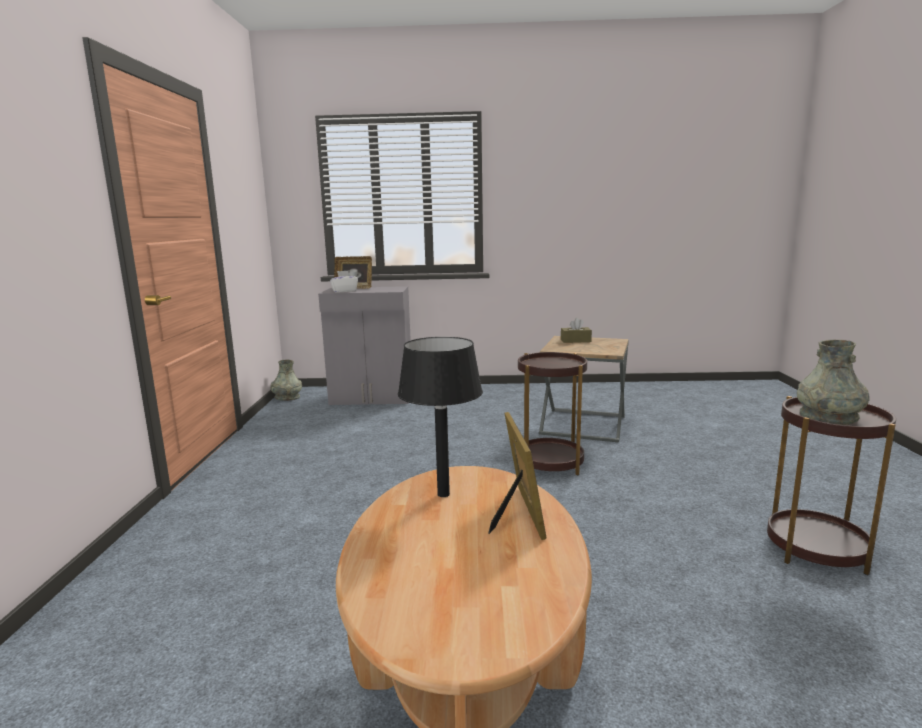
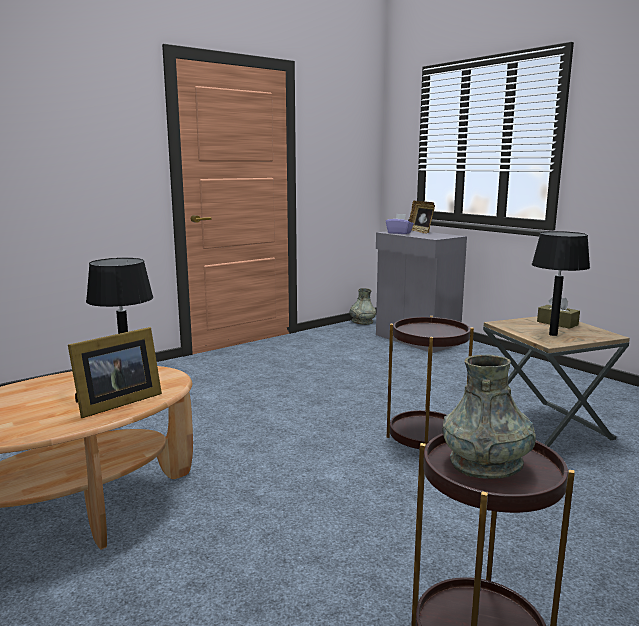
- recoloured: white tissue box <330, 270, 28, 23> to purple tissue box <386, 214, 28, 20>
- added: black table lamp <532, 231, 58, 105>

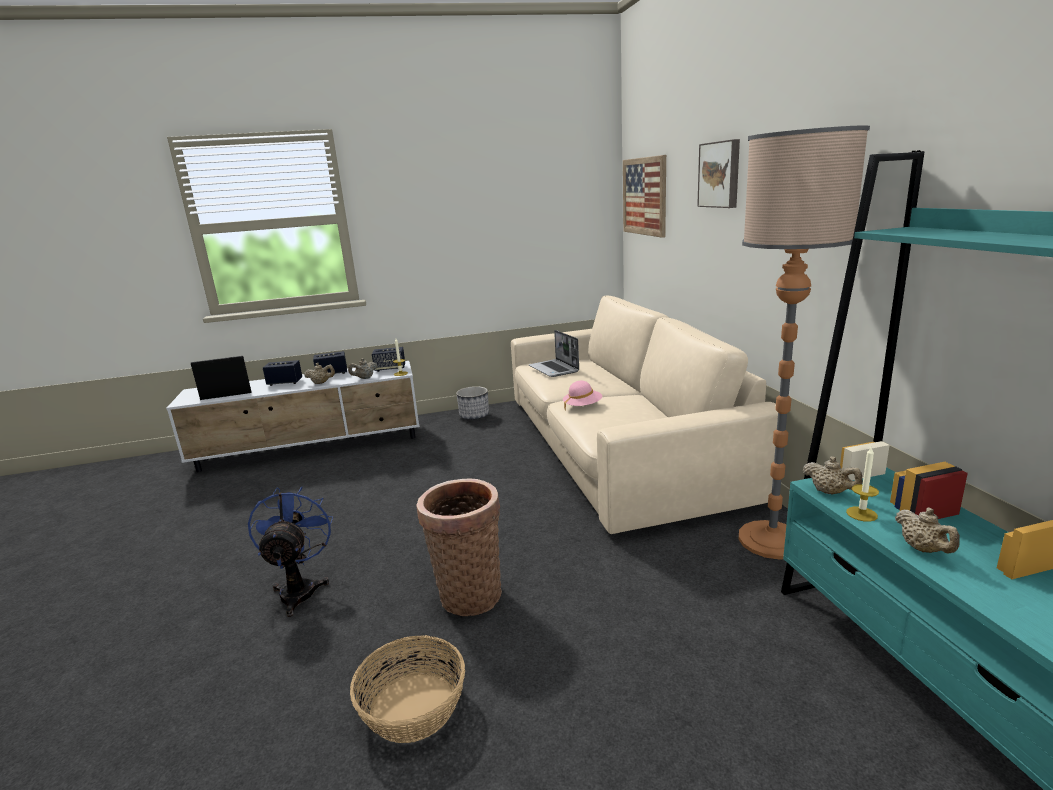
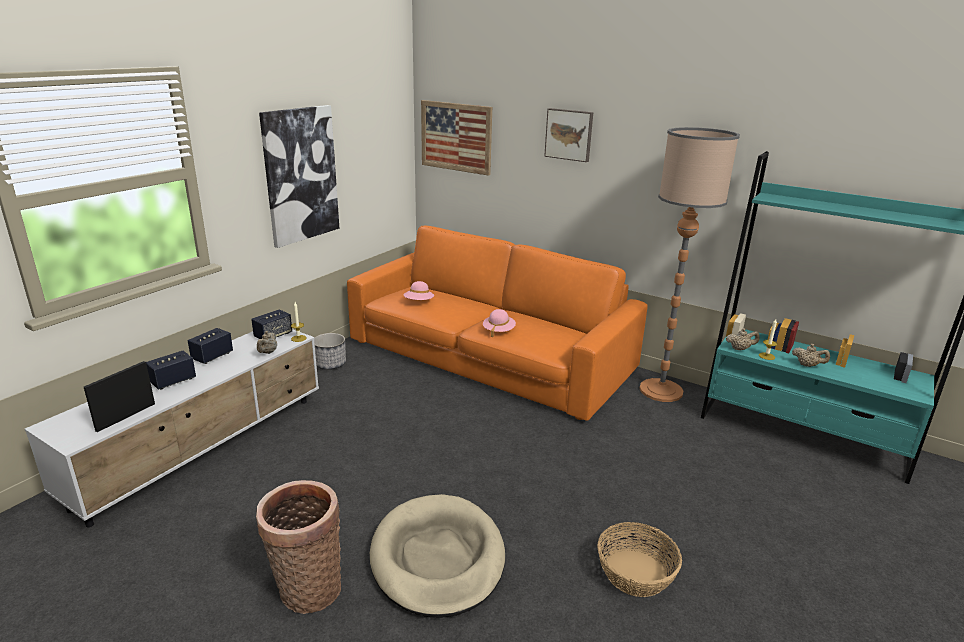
- replaced: blue fan <248, 486, 85, 131> to beige dog bed <370, 494, 135, 124>
- removed: beige teapot <304, 363, 31, 21>
- moved: basket <416, 478, 86, 138> to <256, 480, 85, 134>
- recoloured: beige sofa <511, 295, 267, 239> to orange sofa <347, 225, 301, 196>
- replaced: laptop <529, 330, 50, 47> to pink hat <403, 281, 31, 19>
- added: picture <259, 105, 80, 143>

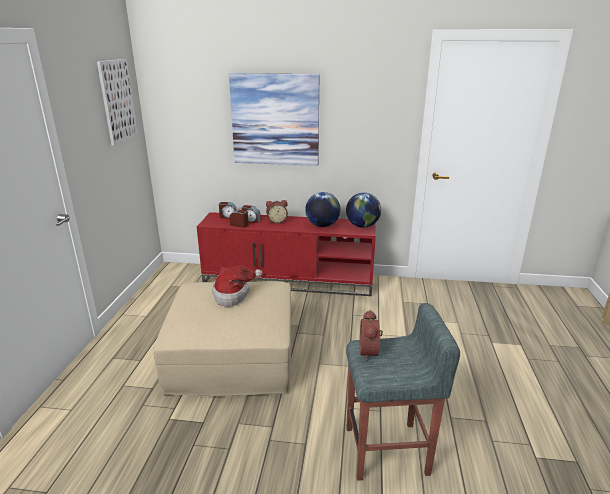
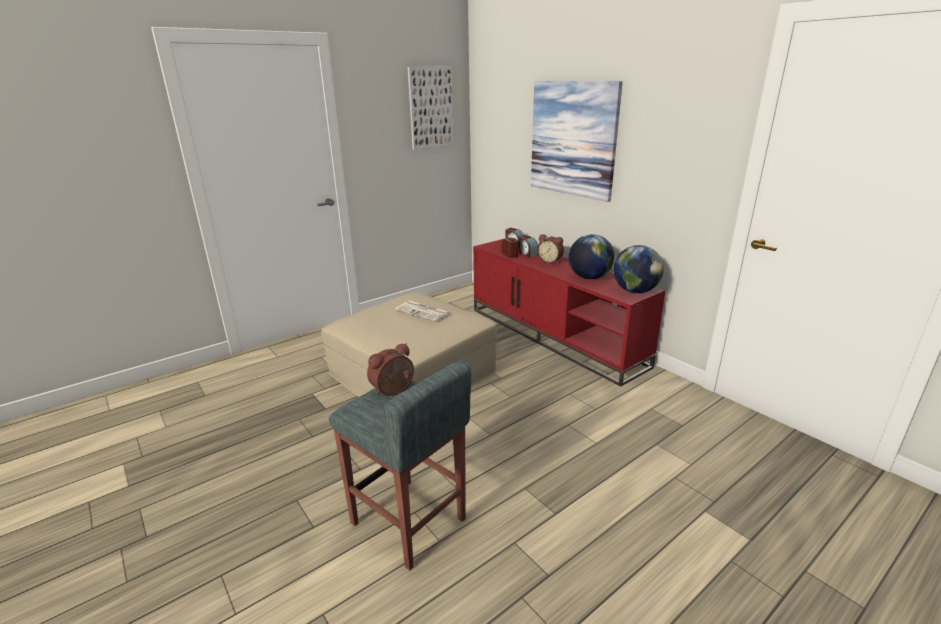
- replaced: hat <212, 265, 51, 42> to newspaper <396, 301, 54, 21>

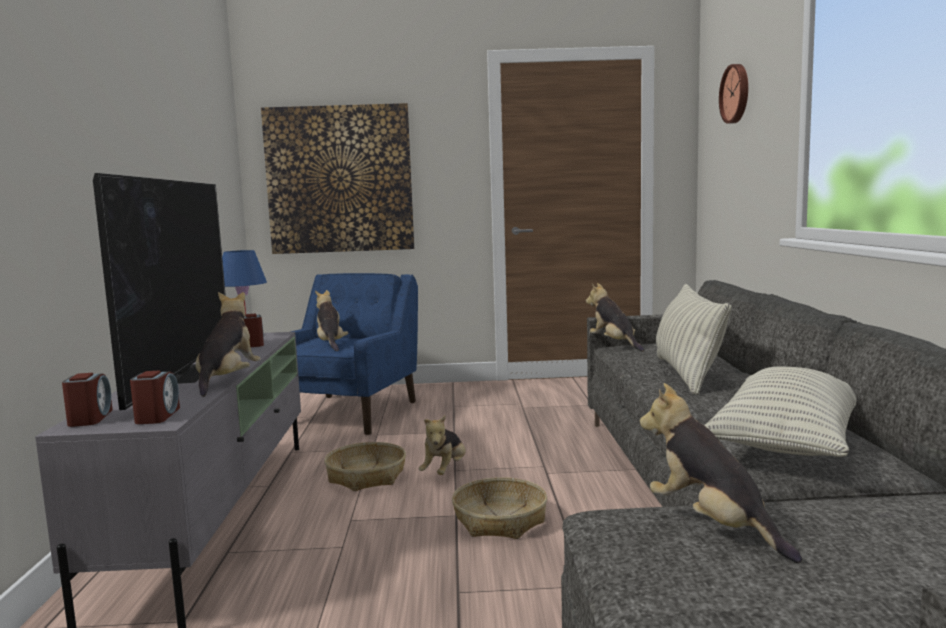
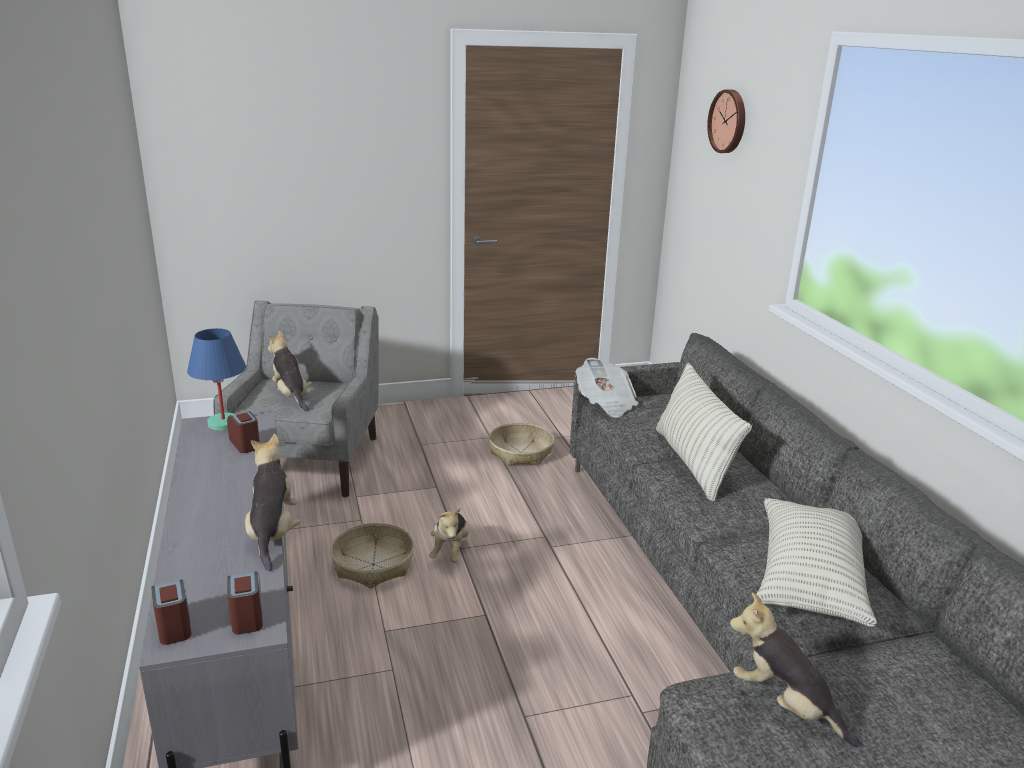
- removed: television <93, 173, 133, 237>
- removed: picture <261, 103, 153, 151>
- recoloured: blue armchair <291, 273, 127, 162> to grey armchair <213, 301, 166, 196>
- moved: basket <452, 477, 95, 62> to <489, 423, 65, 43>
- replaced: plush toy <586, 283, 58, 69> to newspaper <576, 358, 62, 60>

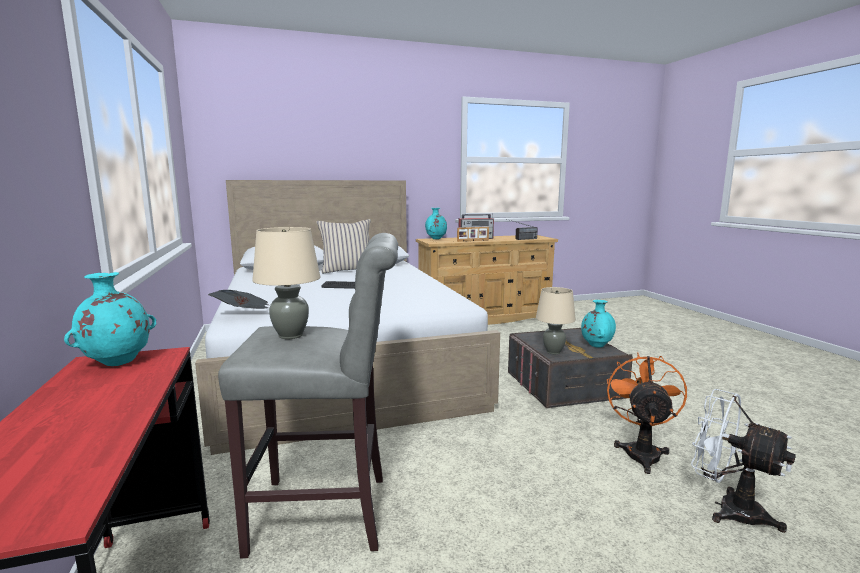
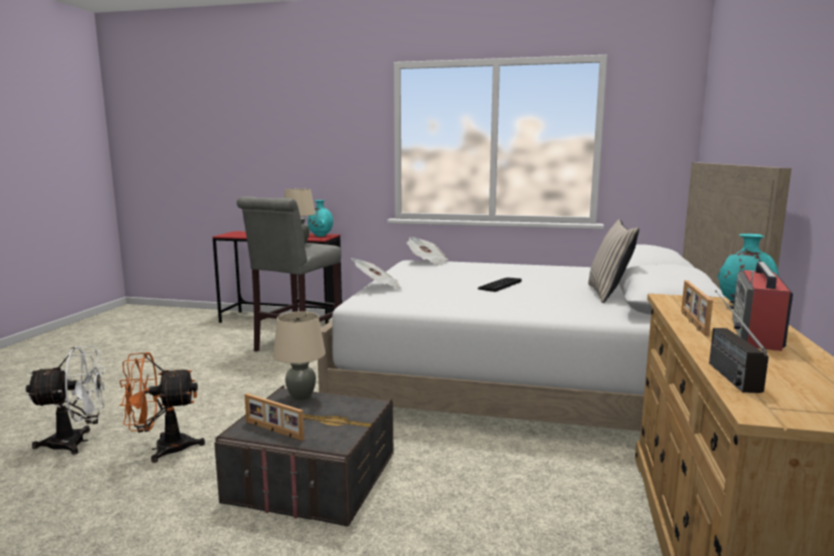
- replaced: turquoise vase <581, 300, 35, 48> to picture frame <244, 393, 60, 48>
- turned: orange fan <607, 352, 80, 122> = <120, 352, 85, 111> 120 degrees clockwise
- added: newspaper <351, 258, 52, 32>

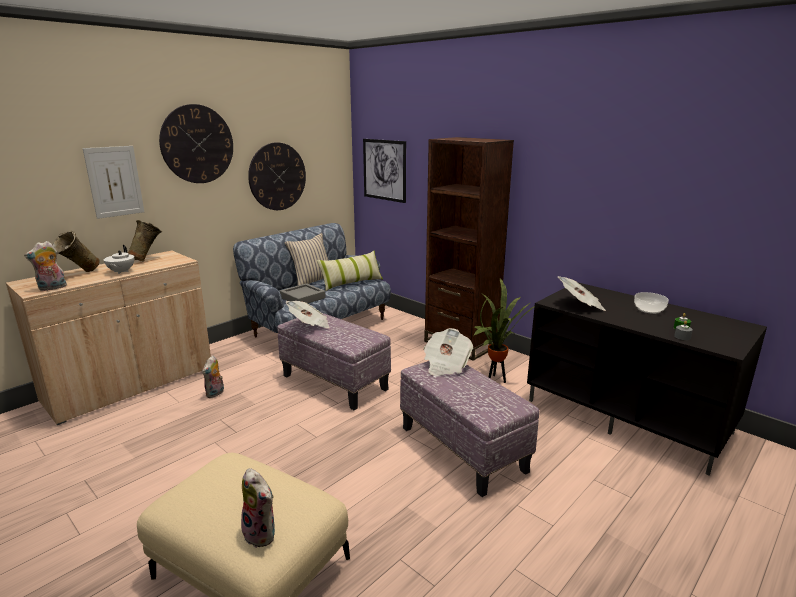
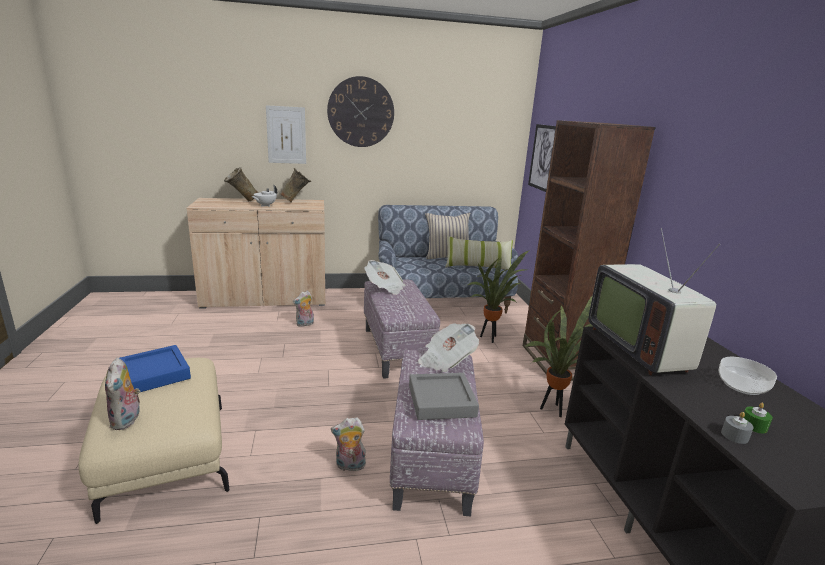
- moved: plush toy <24, 241, 43, 50> to <331, 417, 36, 54>
- removed: wall clock <248, 142, 58, 68>
- moved: grey tray <280, 283, 46, 20> to <409, 373, 70, 47>
- replaced: newspaper <557, 276, 49, 35> to television <588, 228, 132, 148>
- added: blue tray <119, 345, 72, 47>
- added: potted plant <468, 250, 62, 93>

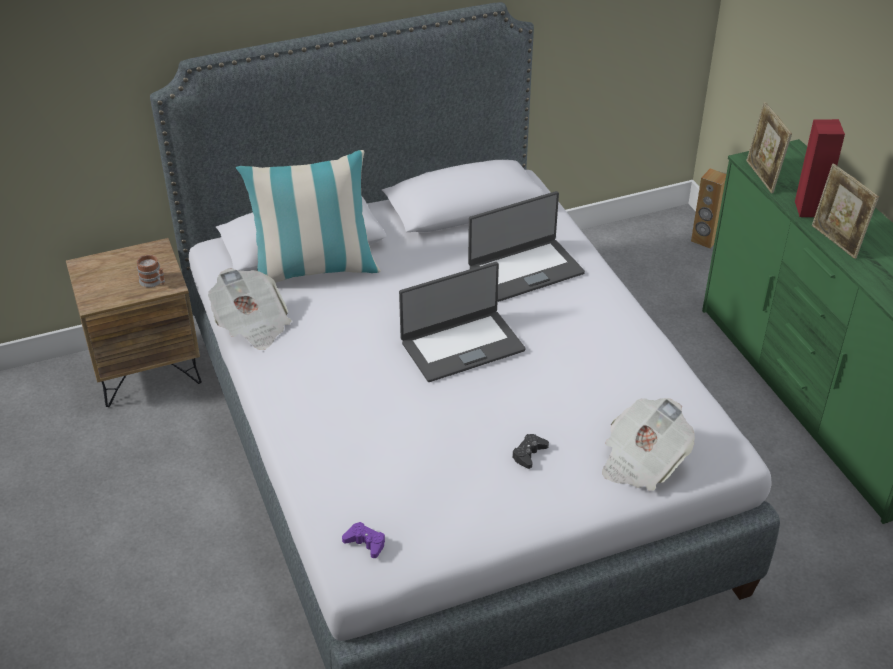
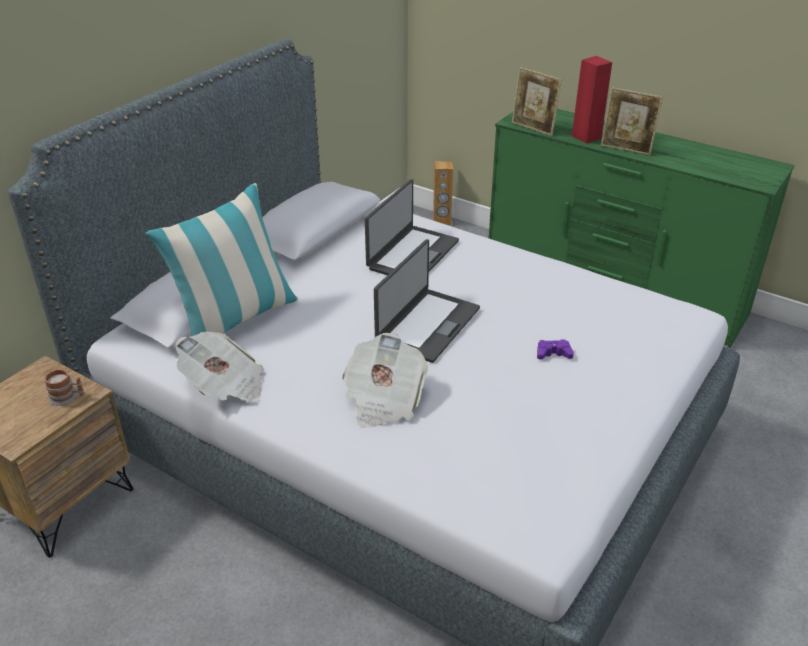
- moved: purple game controller <342, 522, 43, 36> to <537, 339, 37, 21>
- removed: black game controller <512, 434, 37, 35>
- moved: newspaper <602, 398, 93, 93> to <342, 333, 86, 95>

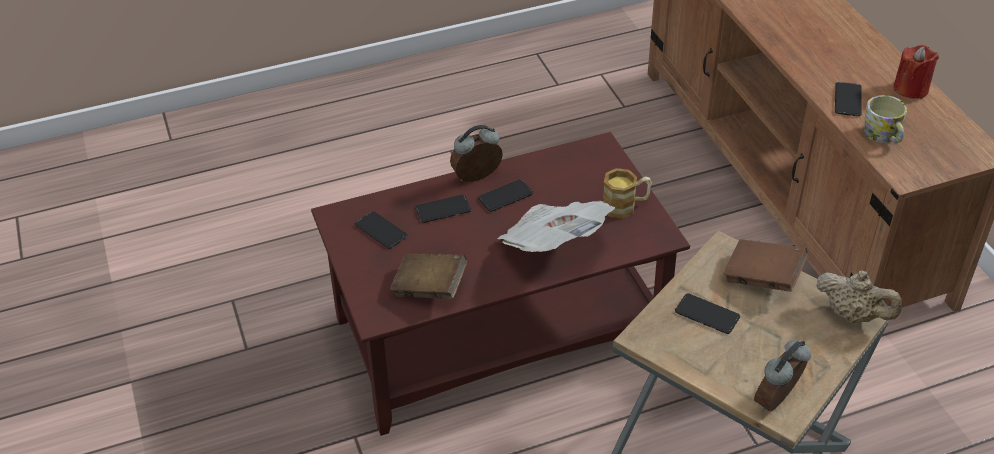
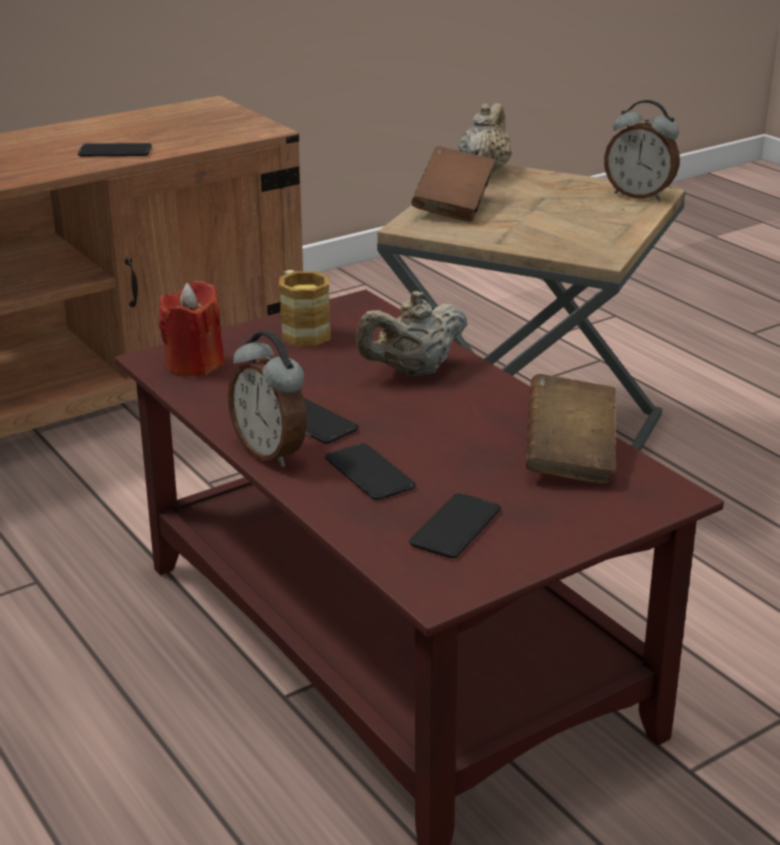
- replaced: newspaper <497, 201, 118, 51> to beige teapot <356, 291, 111, 85>
- removed: phone <675, 293, 65, 41>
- removed: mug <864, 95, 43, 48>
- moved: red candle <894, 45, 45, 54> to <159, 281, 65, 95>

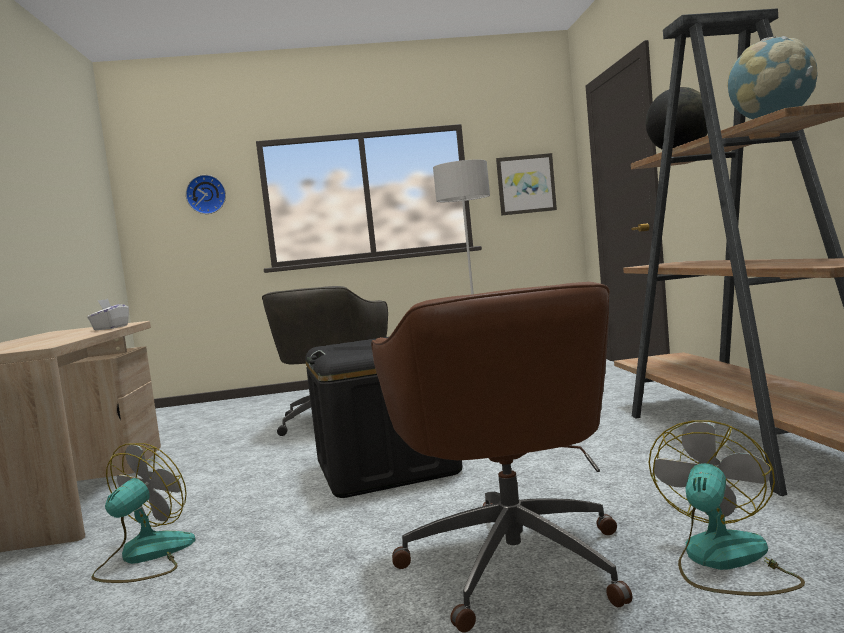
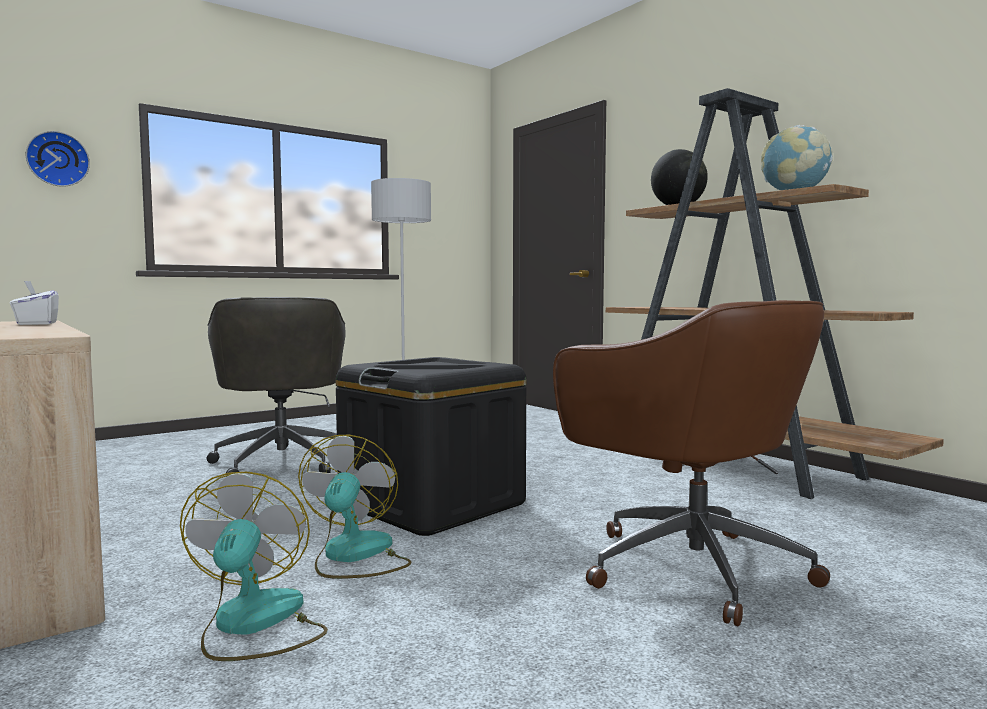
- removed: picture <496, 153, 61, 63>
- moved: fan <648, 420, 157, 176> to <298, 435, 113, 144>

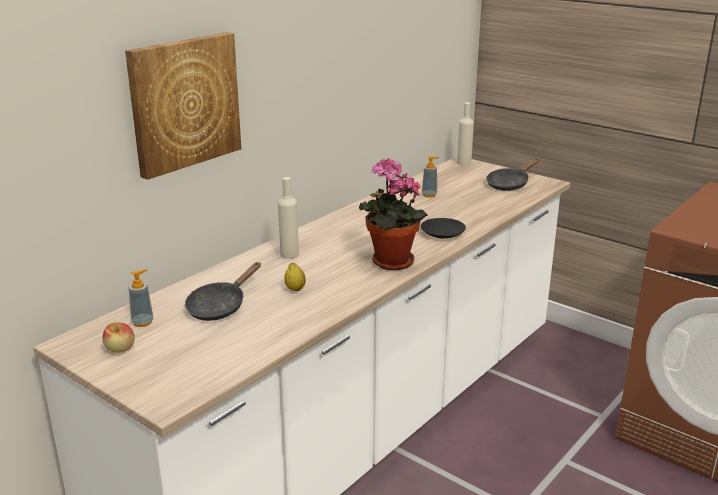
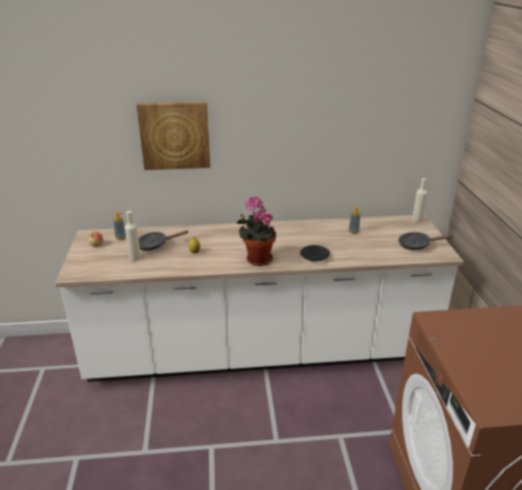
- moved: beige bottle <278, 177, 21, 82> to <125, 211, 16, 50>

